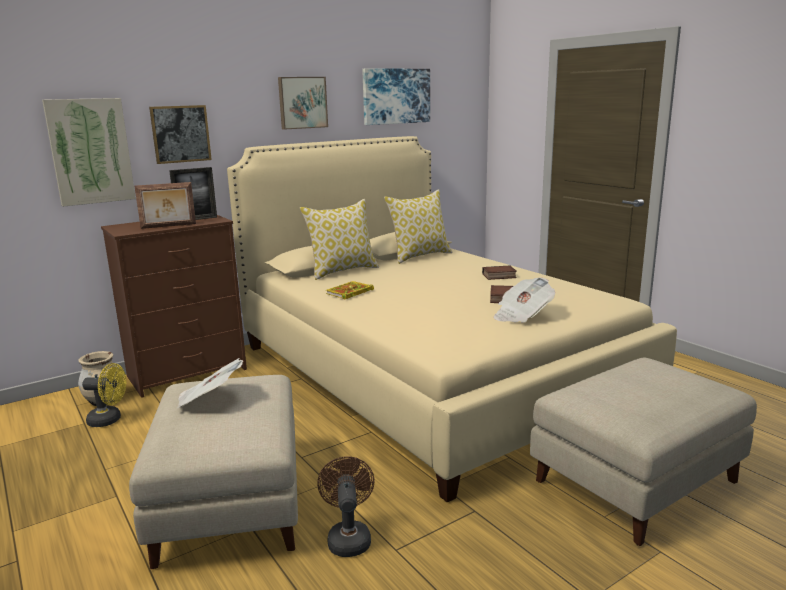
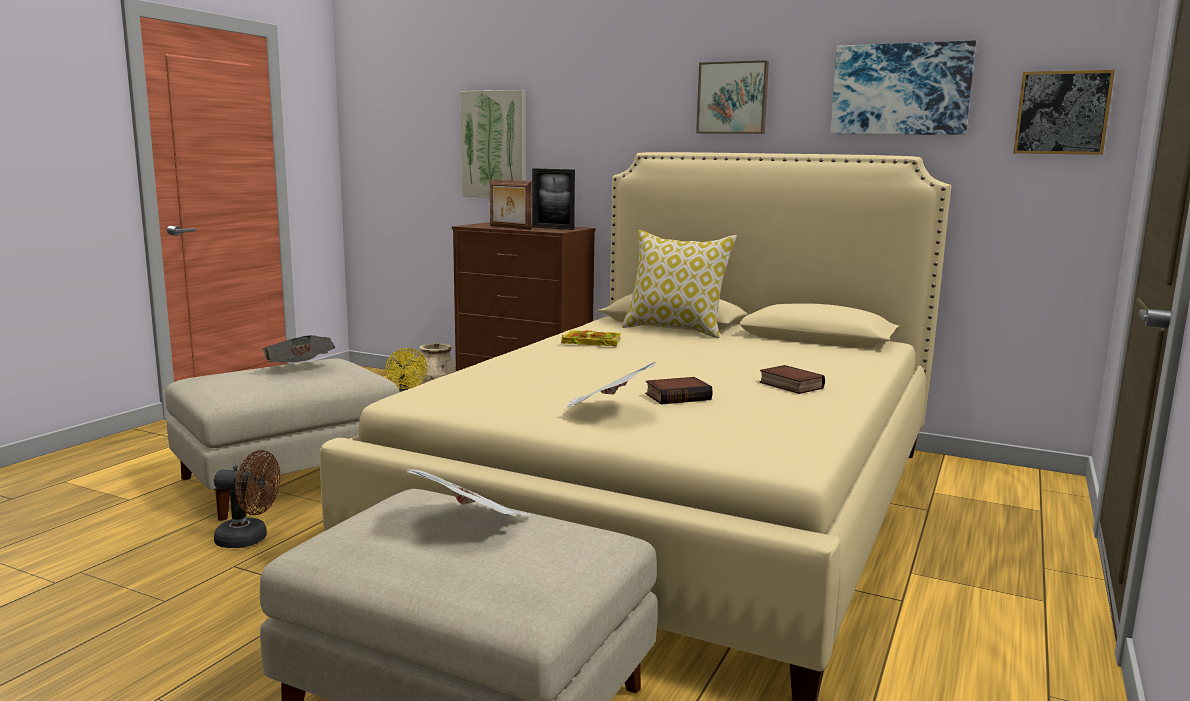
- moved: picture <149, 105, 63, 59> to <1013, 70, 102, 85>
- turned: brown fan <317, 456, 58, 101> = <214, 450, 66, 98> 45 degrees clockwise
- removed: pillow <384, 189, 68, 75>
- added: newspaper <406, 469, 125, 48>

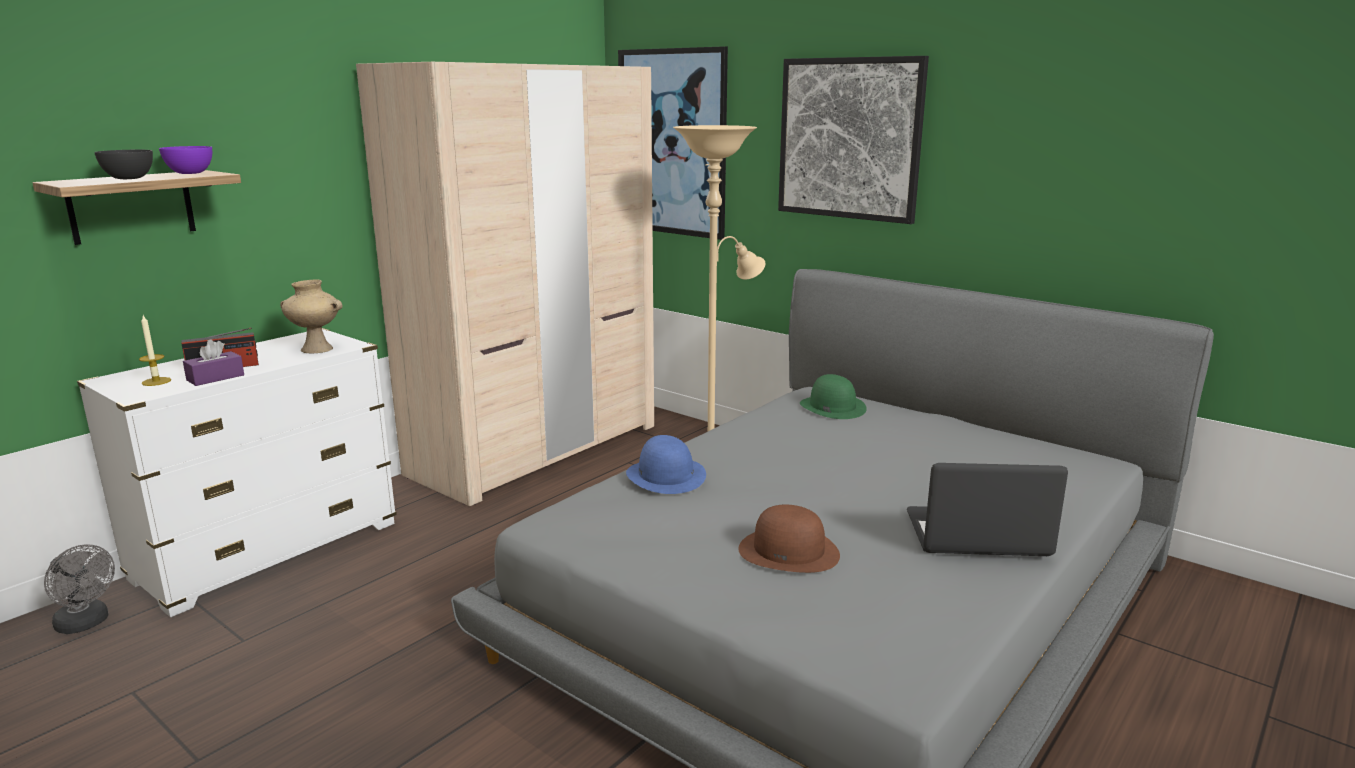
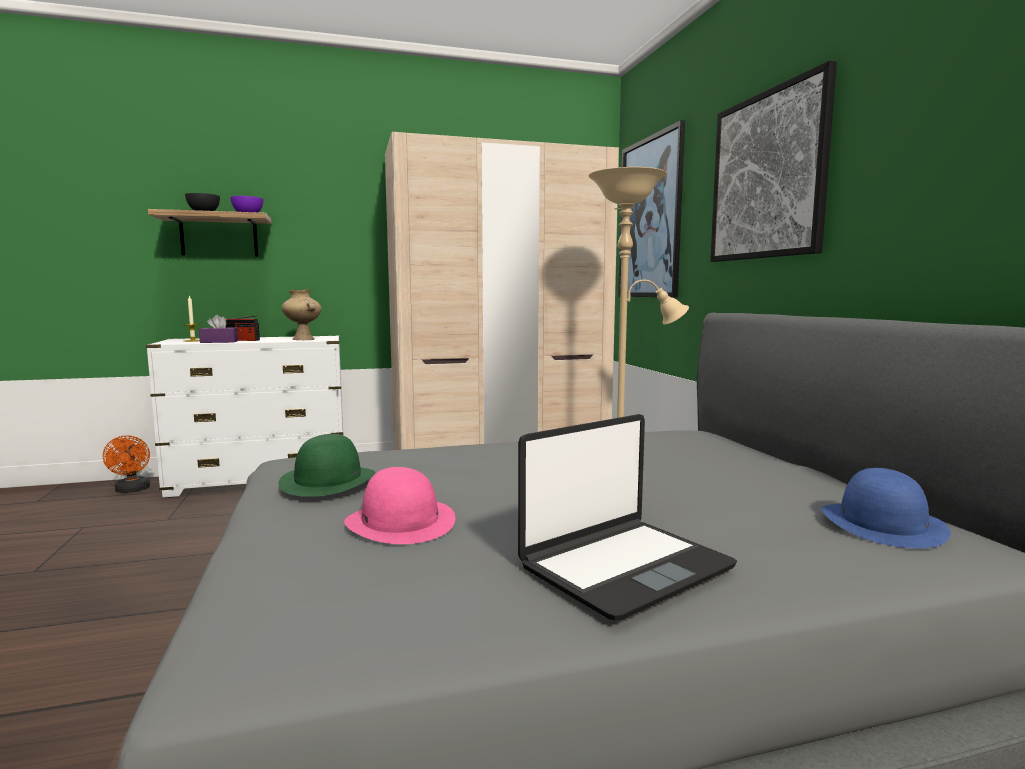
- recoloured: grey fan <44, 544, 71, 90> to orange fan <103, 436, 47, 57>
- moved: blue hat <626, 435, 80, 59> to <822, 468, 129, 80>
- recoloured: brown hat <738, 505, 102, 68> to pink hat <344, 467, 111, 77>
- moved: green hat <800, 374, 67, 45> to <278, 434, 97, 63>
- turned: laptop <907, 463, 161, 93> = <518, 414, 219, 206> 105 degrees clockwise

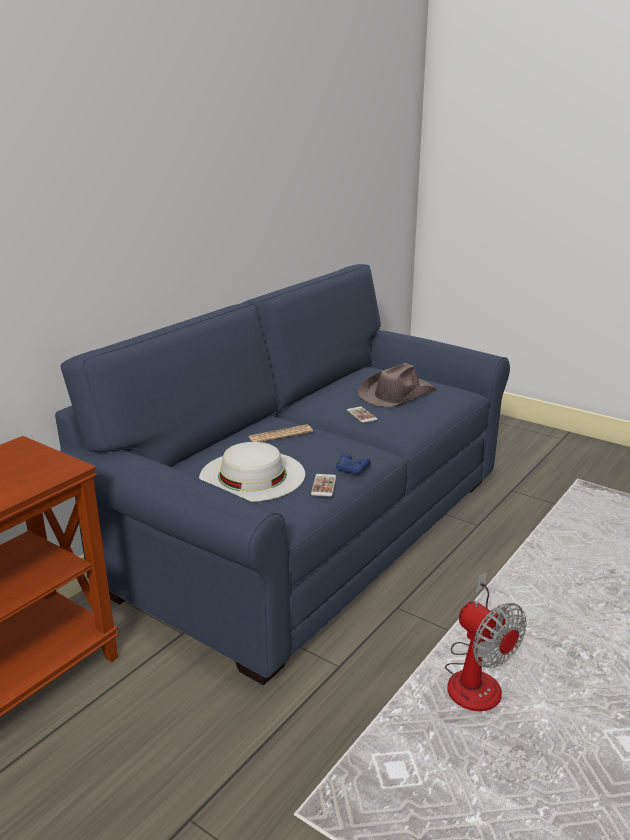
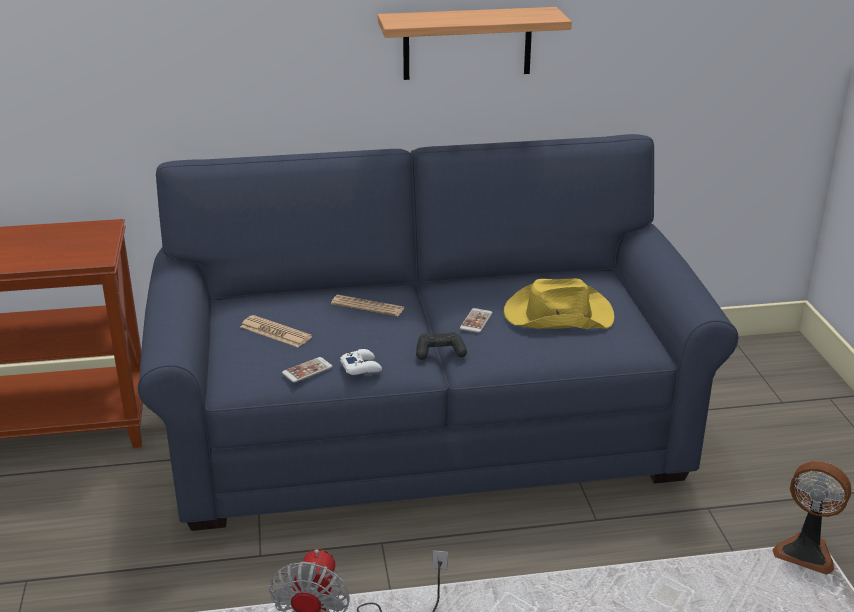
- replaced: white hat <199, 442, 106, 60> to newspaper <240, 315, 72, 32>
- recoloured: blue game controller <336, 454, 35, 20> to white game controller <340, 349, 42, 26>
- recoloured: brown hat <358, 363, 78, 44> to yellow hat <504, 278, 110, 51>
- added: shelf <378, 7, 194, 73>
- added: black game controller <416, 332, 51, 28>
- added: fan <773, 461, 78, 114>

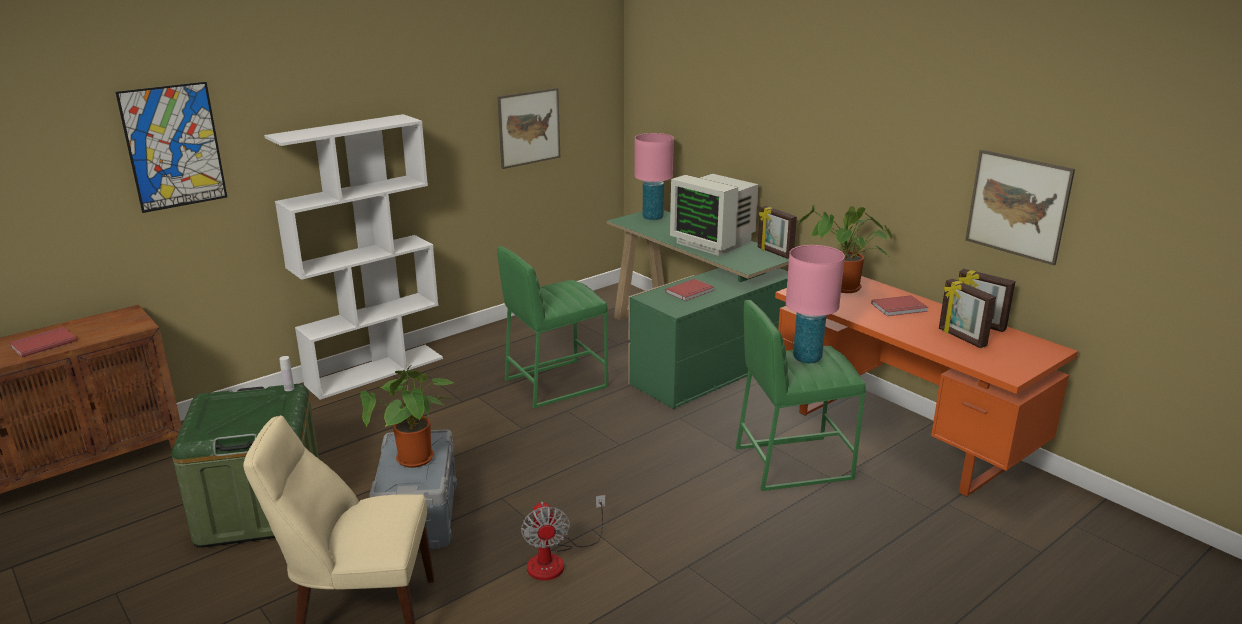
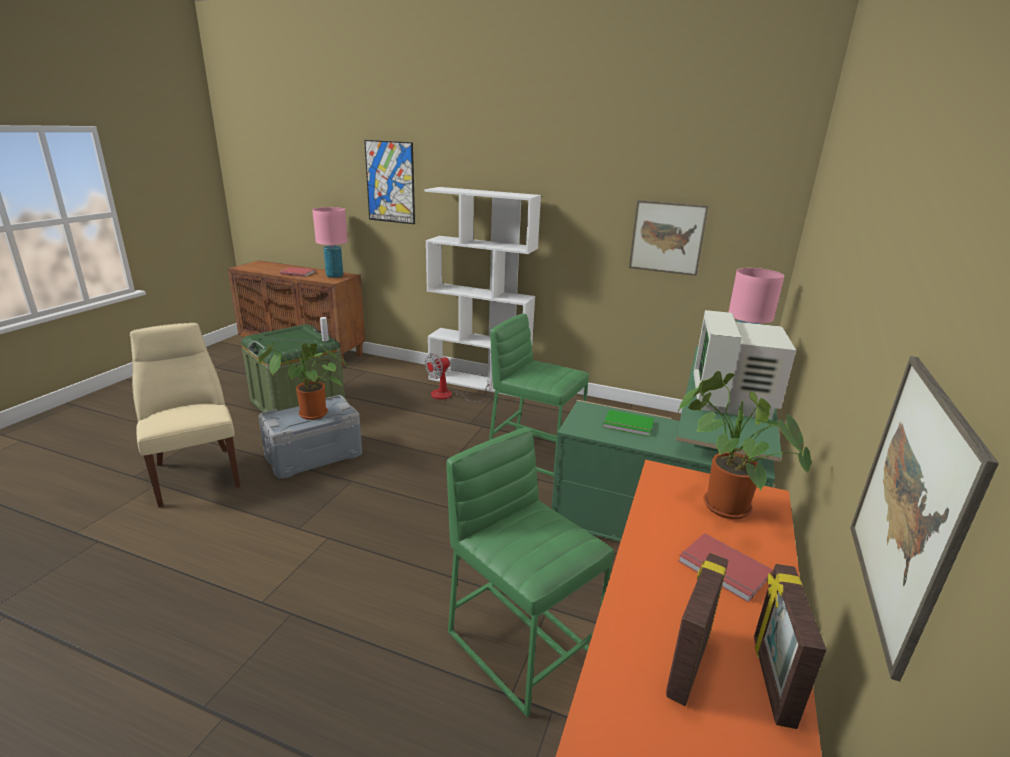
- moved: fan <521, 495, 84, 86> to <425, 353, 66, 49>
- recoloured: red book <665, 279, 49, 22> to green book <603, 410, 51, 27>
- removed: picture frame <758, 206, 39, 53>
- moved: pink table lamp <786, 245, 59, 118> to <312, 207, 36, 71>

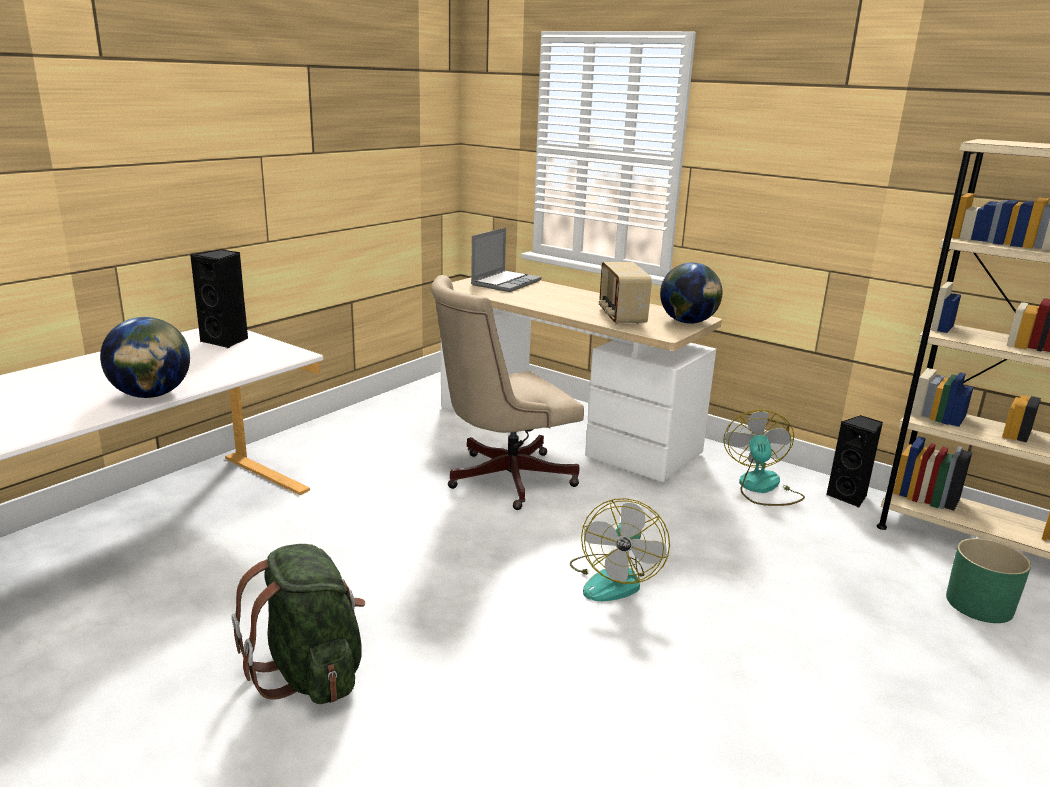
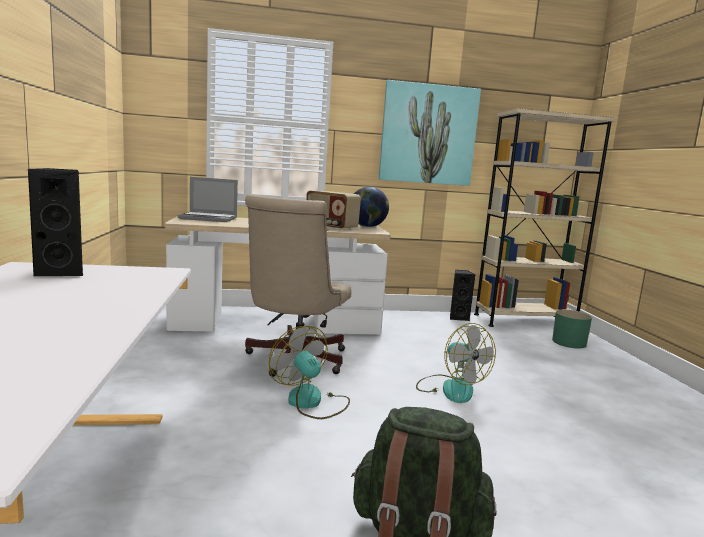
- removed: globe <100, 317, 90, 81>
- turned: laptop <471, 227, 70, 65> = <178, 177, 60, 45> 105 degrees clockwise
- moved: fan <723, 410, 82, 96> to <269, 326, 81, 93>
- added: picture <379, 80, 102, 106>

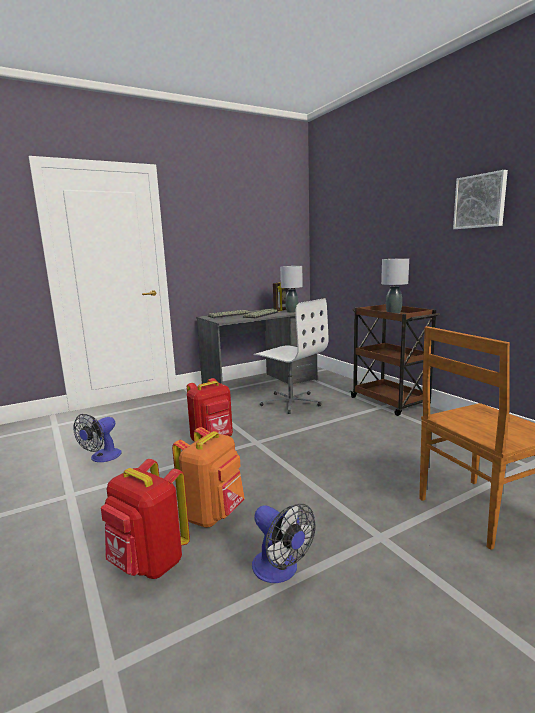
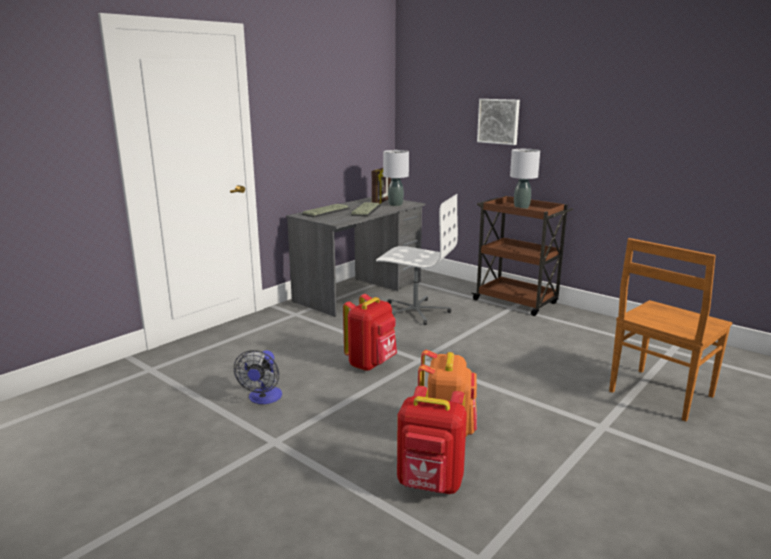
- removed: fan <252, 504, 63, 79>
- moved: picture <453, 170, 55, 59> to <477, 99, 43, 46>

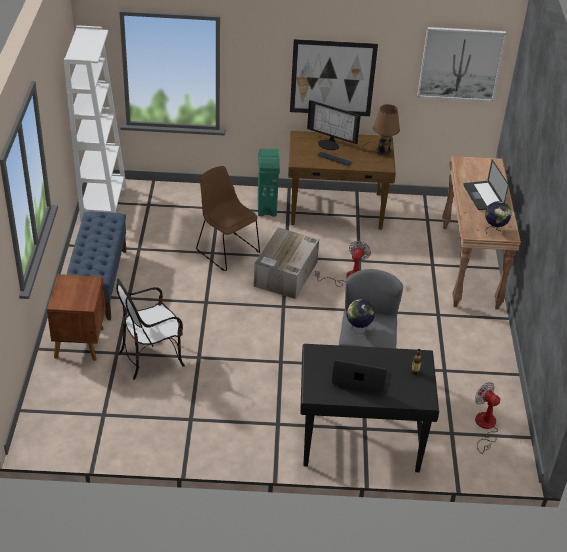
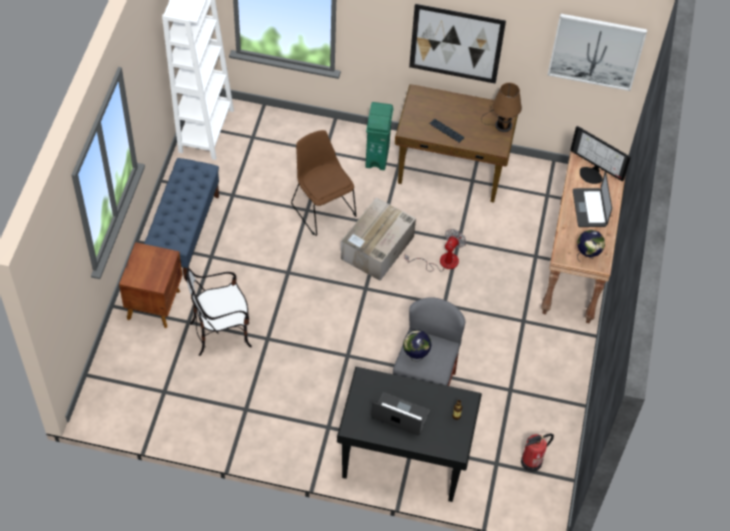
- moved: monitor <307, 100, 54, 50> to <570, 126, 61, 58>
- replaced: fan <475, 382, 25, 72> to fire extinguisher <521, 433, 33, 39>

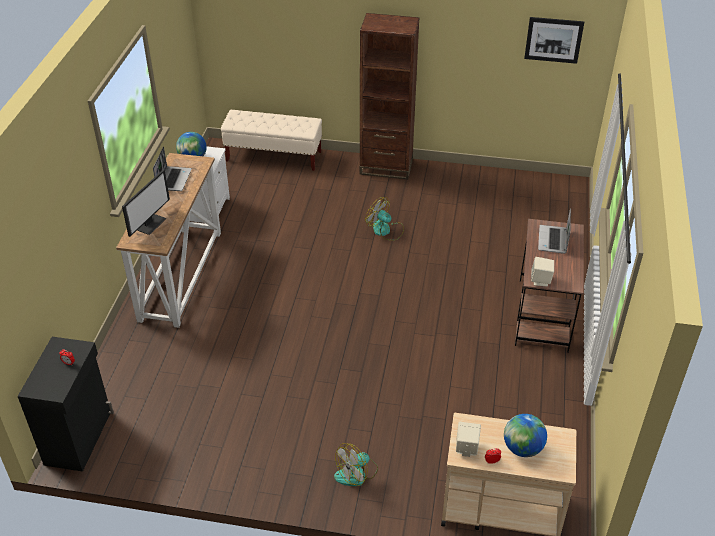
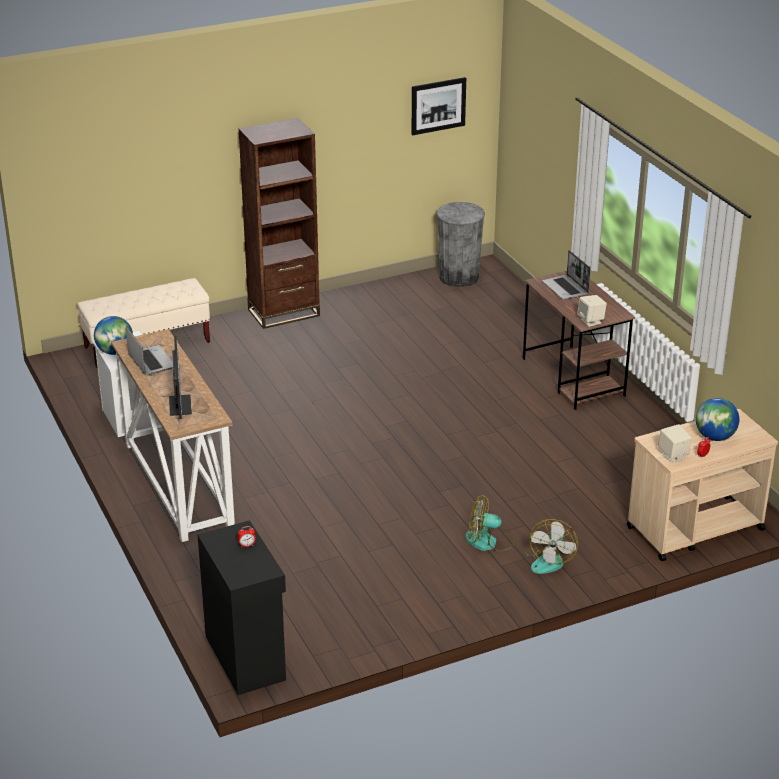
- moved: fan <365, 197, 39, 44> to <465, 495, 49, 56>
- added: grey trash can <437, 202, 48, 85>

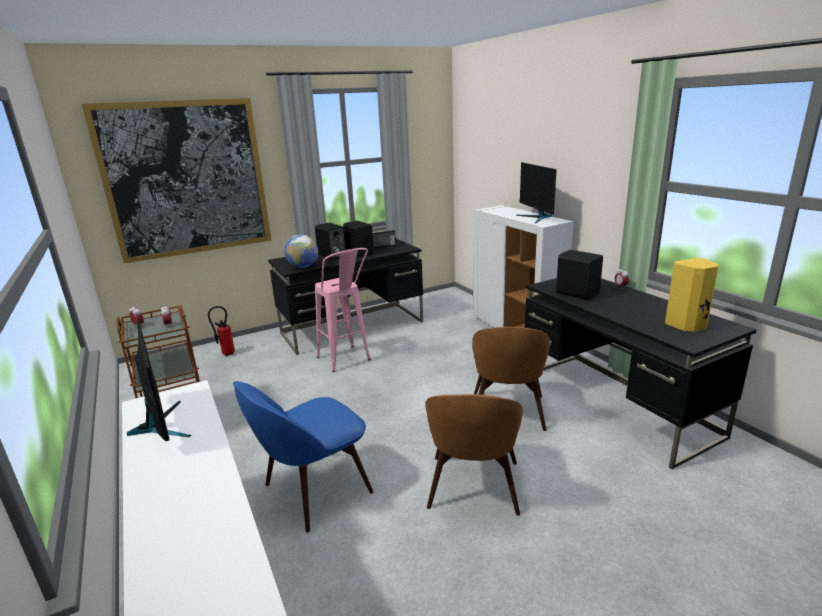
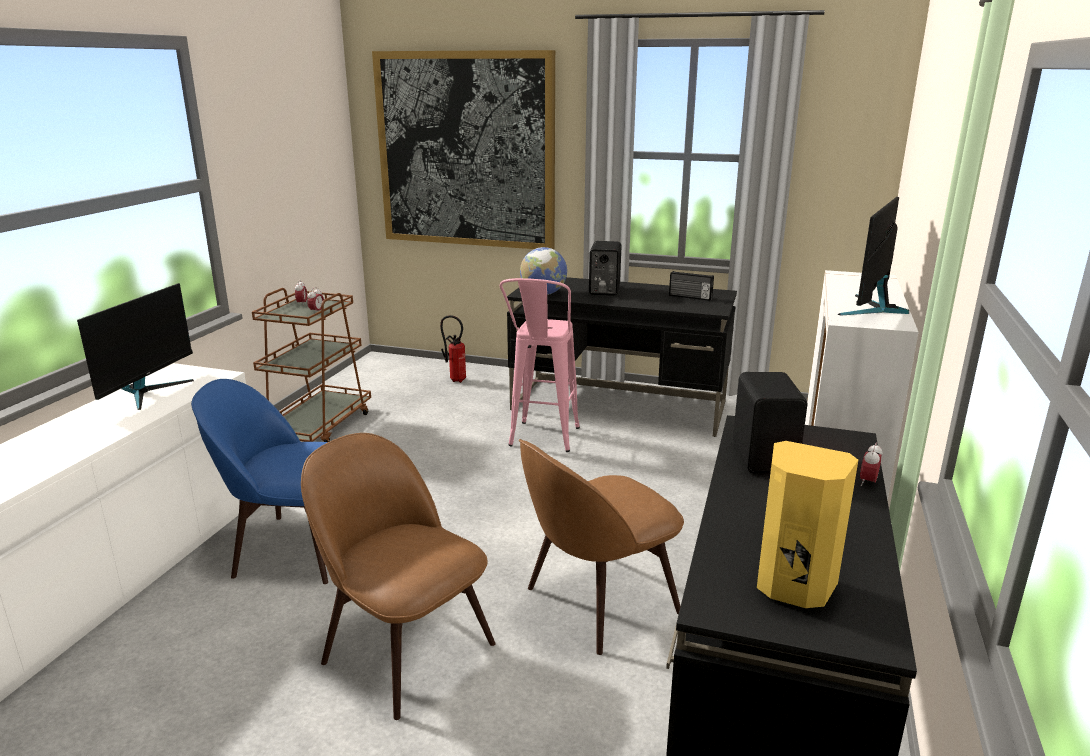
- removed: black speaker <343, 221, 31, 36>
- turned: brown chair <425, 394, 98, 122> = <301, 433, 195, 287> 75 degrees clockwise

